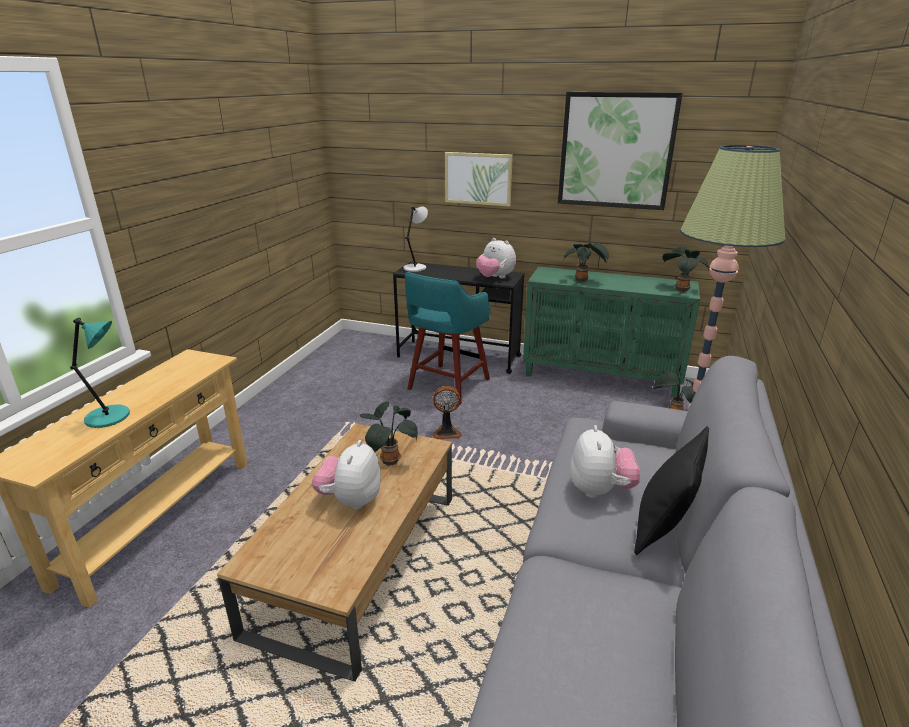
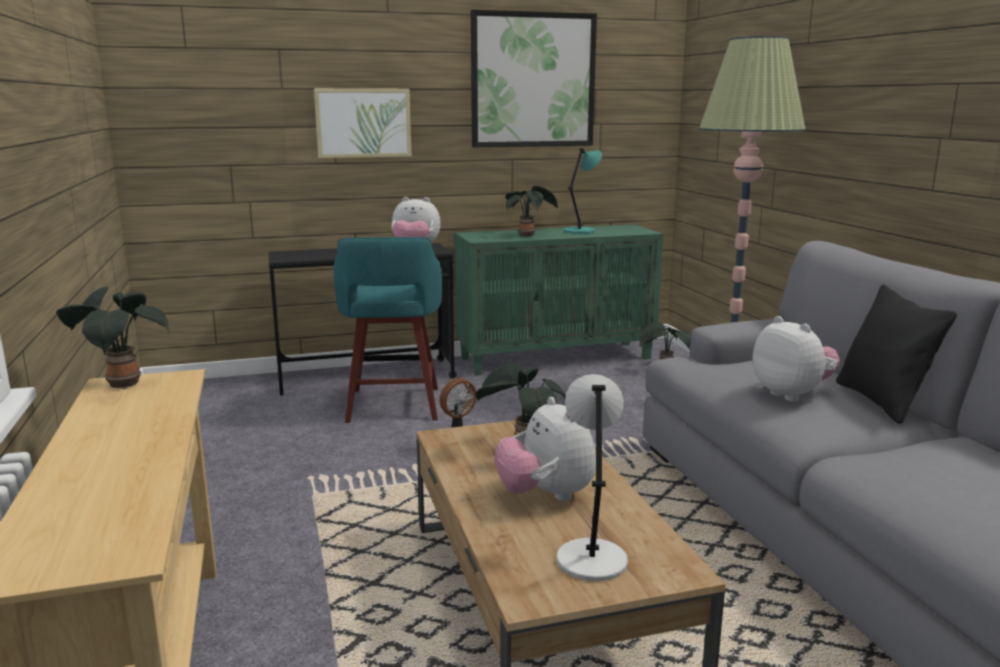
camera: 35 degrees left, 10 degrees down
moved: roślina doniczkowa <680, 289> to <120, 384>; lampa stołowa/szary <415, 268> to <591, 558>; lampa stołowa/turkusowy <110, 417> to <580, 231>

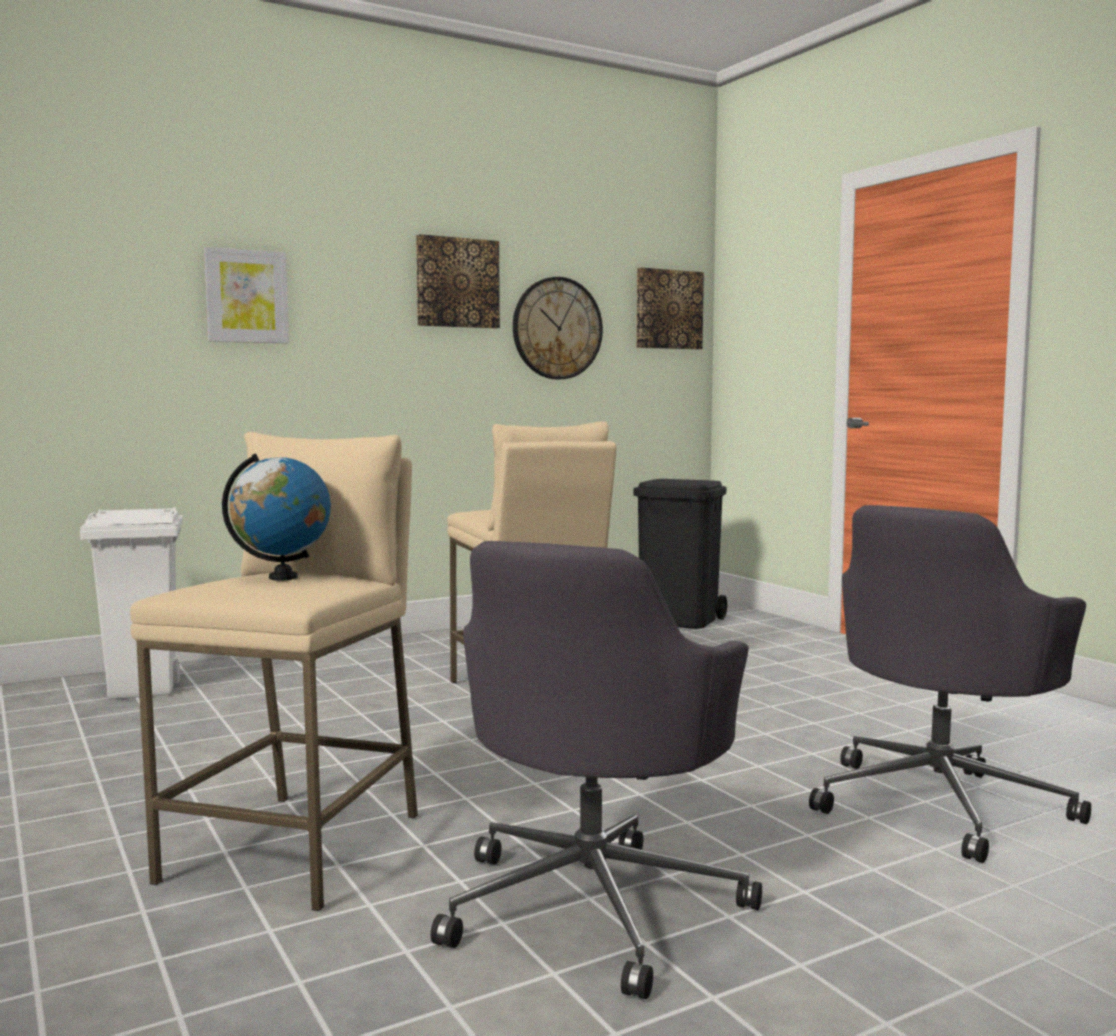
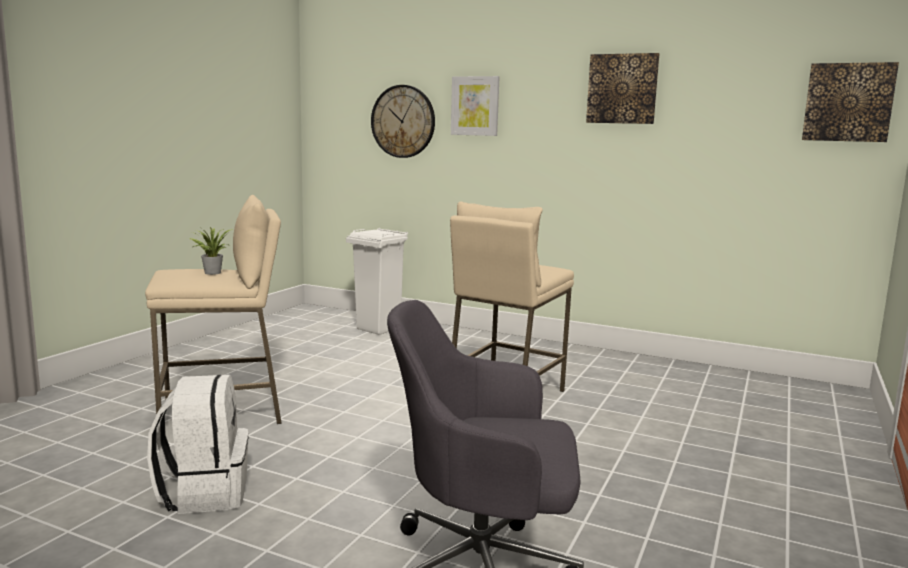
camera: 55 degrees right, 5 degrees up
removed: kosz na śmieci/czarny <679, 621>
moved: zegar ścienny <557, 328> to <403, 121>
replaced: krzesło biurowe/szary <595, 905> to plecak/biały <204, 493>; globus <282, 577> to roślina doniczkowa <211, 272>

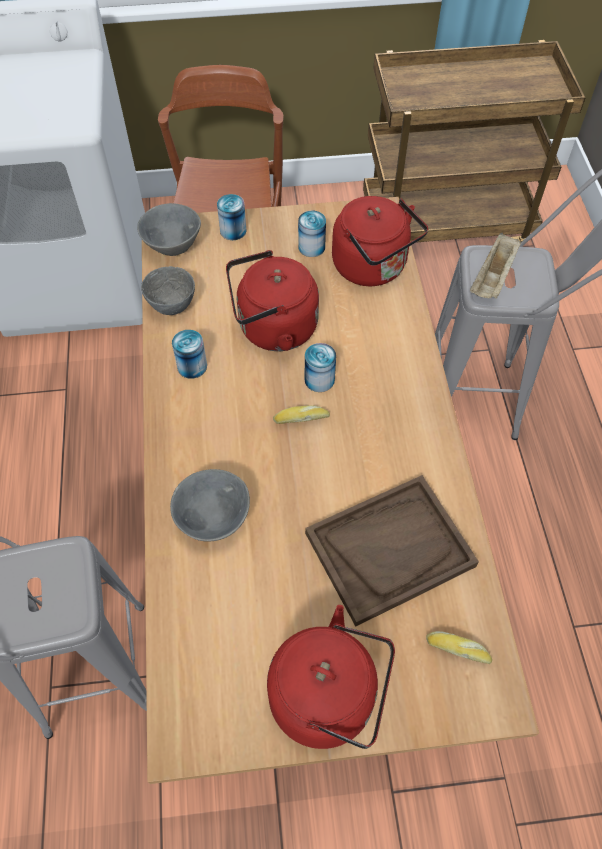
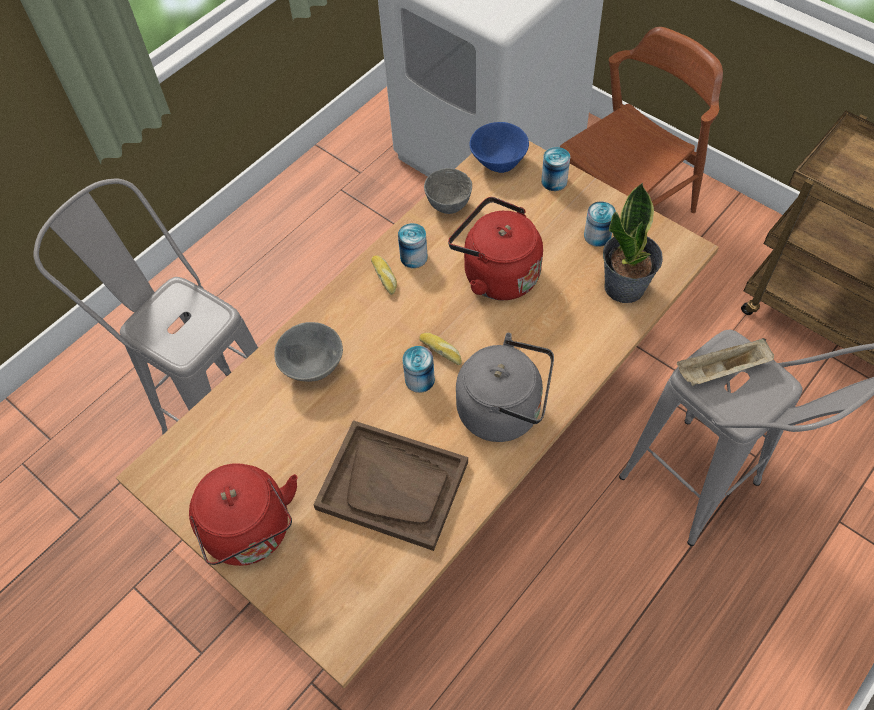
camera: 50 degrees right, 0 degrees up
added: czajnik/szary <504, 410>
moved: chleb <458, 648> to <385, 277>; puszka <319, 379> to <419, 379>
replaced: czajnik/czerwony <373, 268> to roślina doniczkowa <625, 287>
recoloured: miska/szary <172, 244> to miska/niebieski <499, 161>

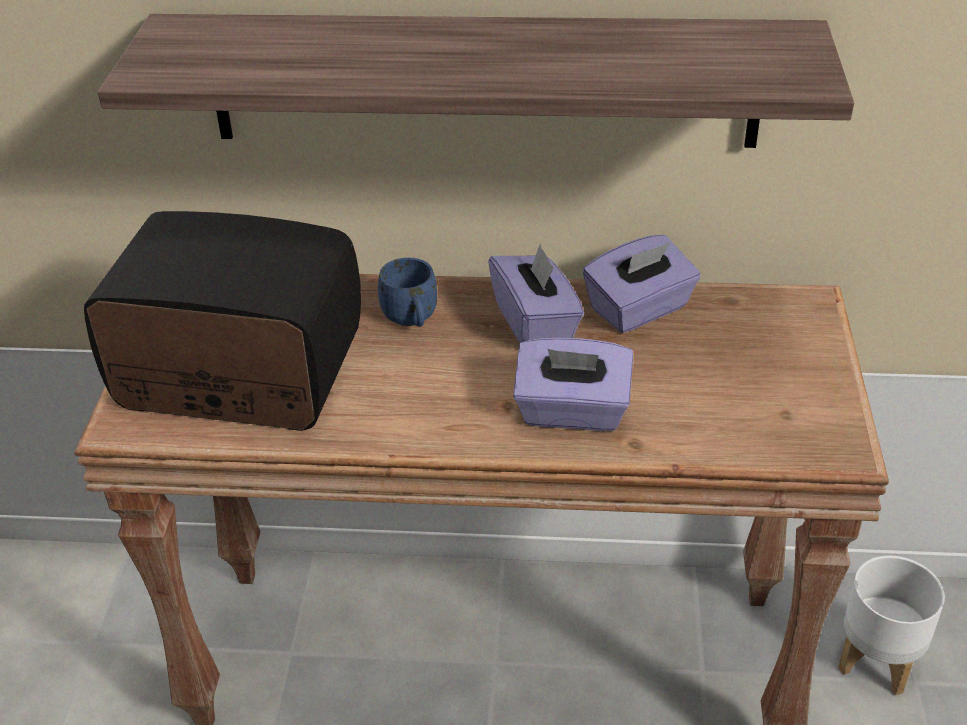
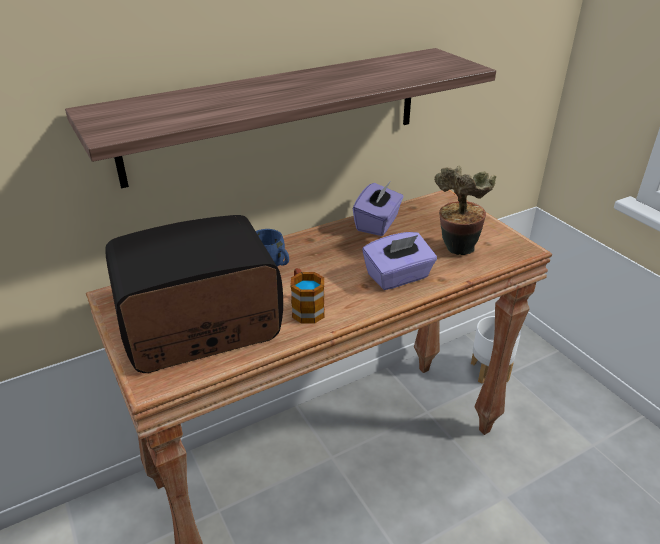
camera: 35 degrees left, 5 degrees down
removed: pudełko chusteczek/fioletowy <535, 323>
added: kubek <305, 308>; roślina doniczkowa <456, 250>

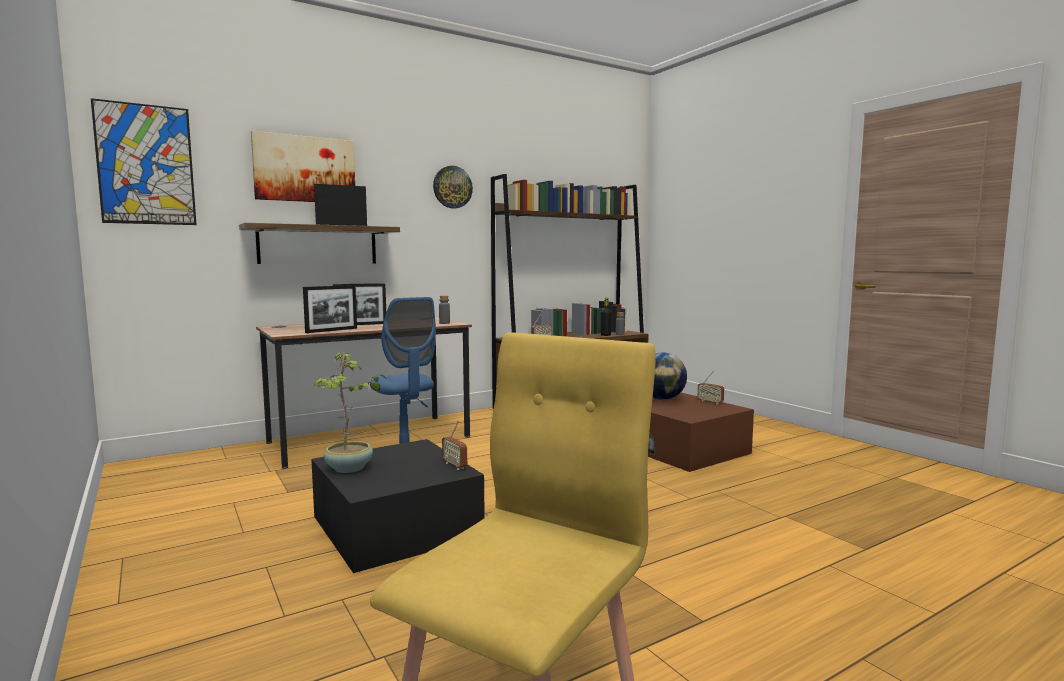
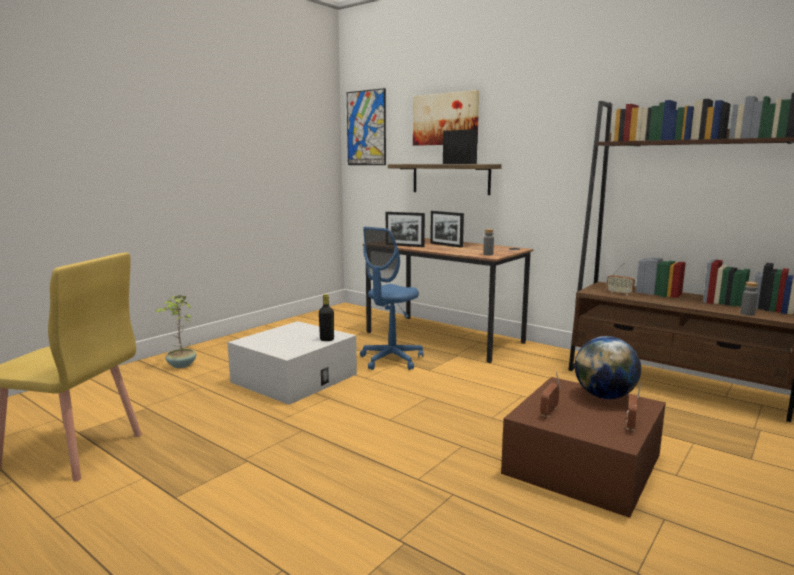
camera: 70 degrees right, 5 degrees up
removed: zegar ścienny <452, 187>
moved: roślina doniczkowa <349, 468> to <181, 365>; butelka/czarny <605, 335> to <327, 339>; radio <455, 465> to <549, 412>
recoloured: pojemnik do przechowywania/czarny <396, 526> to pojemnik do przechowywania/biały <294, 378>

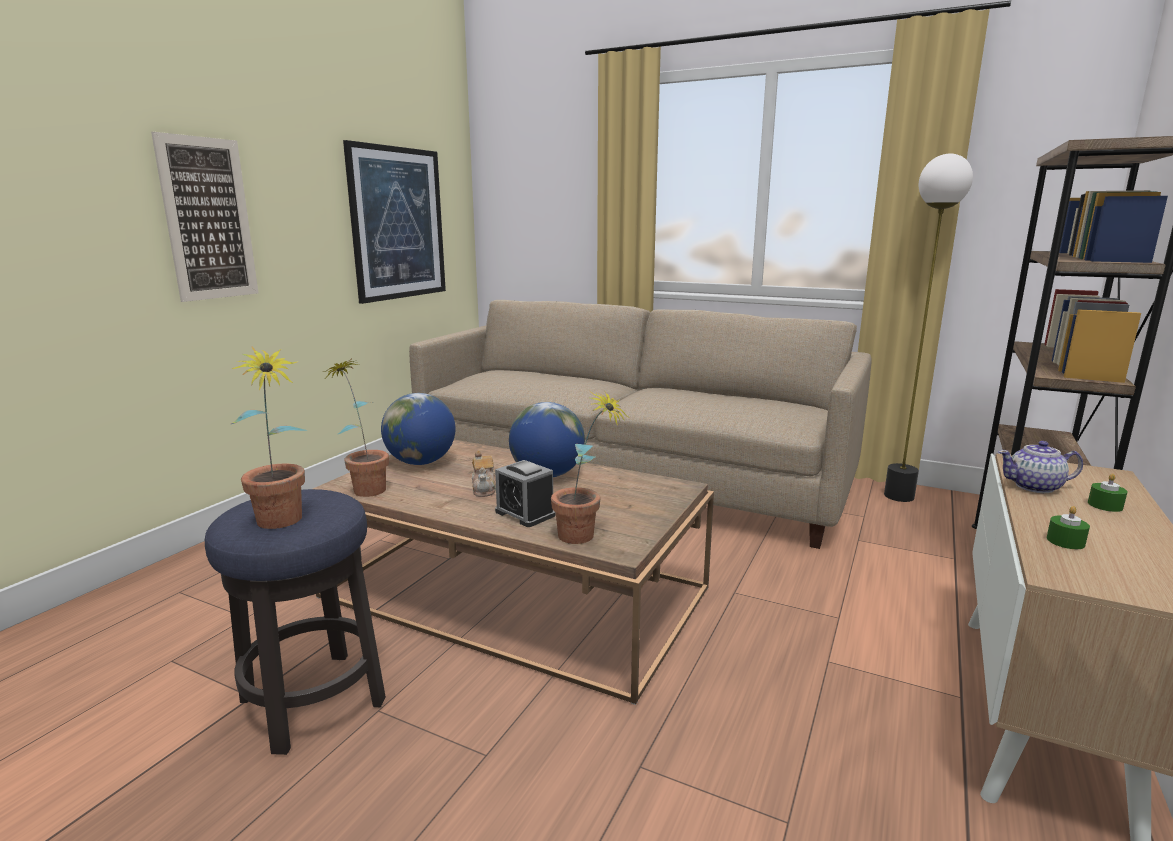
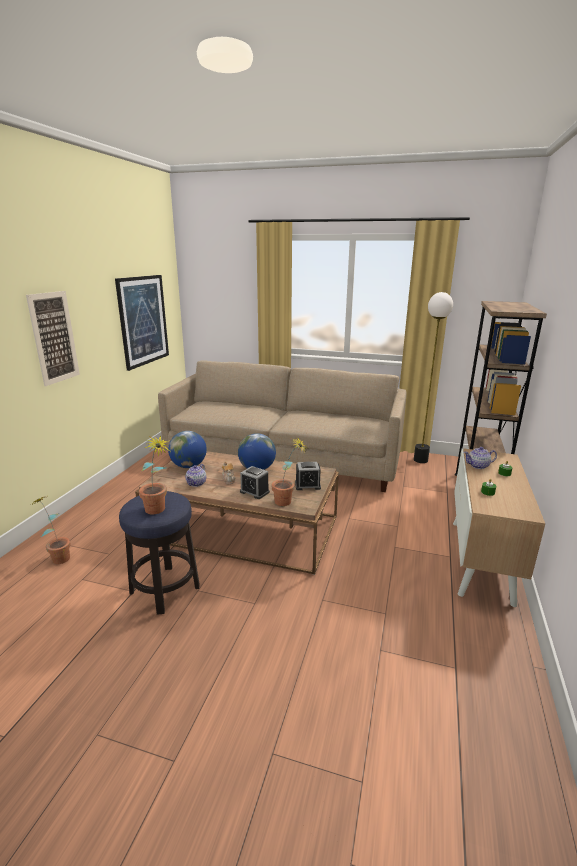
camera: 10 degrees left, 5 degrees up
added: imbryk <196, 483>; budzik <307, 485>
moved: roślina doniczkowa <365, 487> to <58, 557>

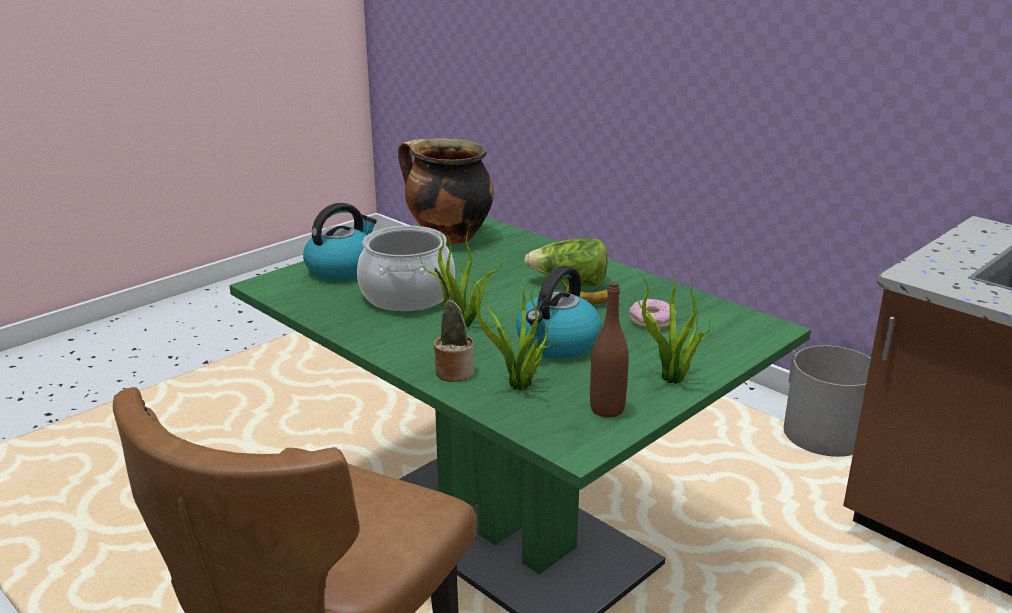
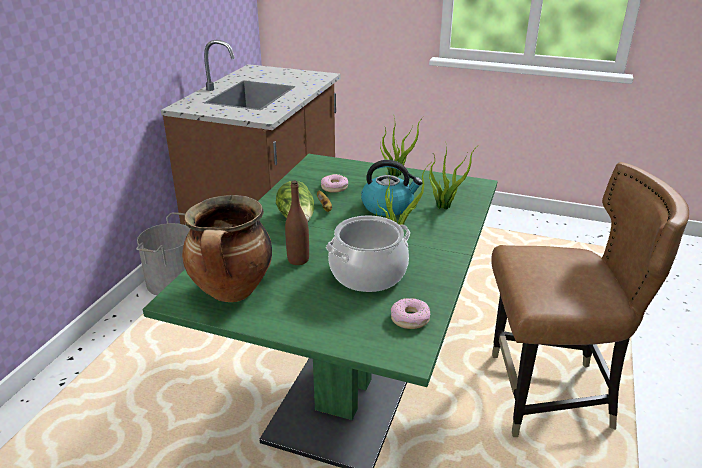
camera: 115 degrees left, 5 degrees up
removed: czajnik <342, 269>; roślina doniczkowa <452, 371>
added: donut <410, 318>
moved: butelka/brązowy <607, 409> to <298, 260>

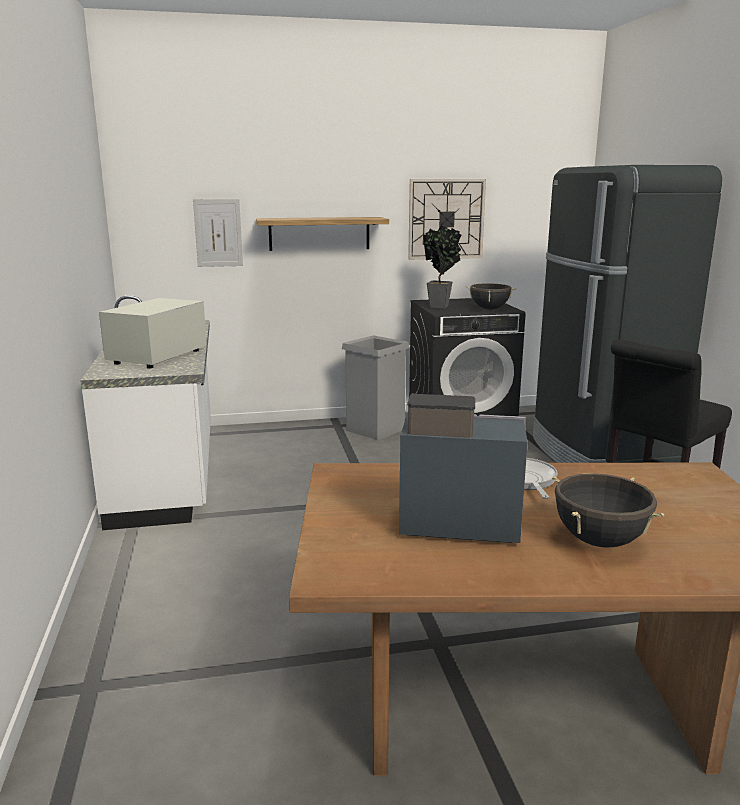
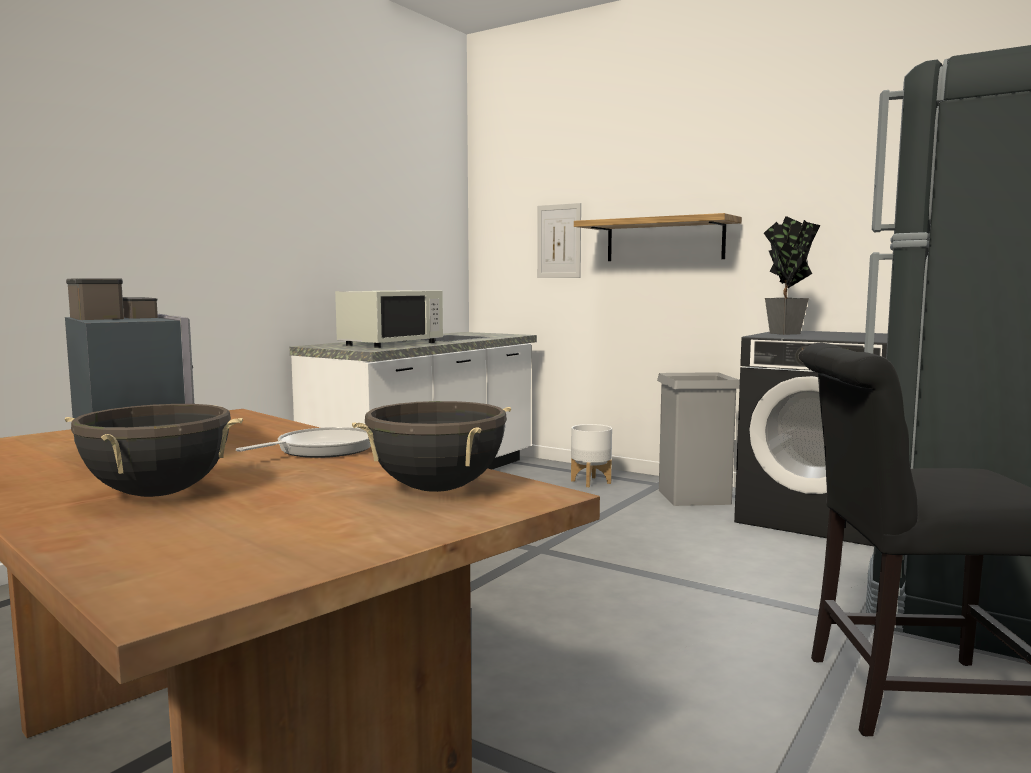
camera: 45 degrees right, 10 degrees down
removed: zegar ścienny <446, 219>
added: donica/biały <591, 482>
moved: garnek/czarny <489, 309> to <437, 489>
turned: mikrofalówka/biały <158, 357> = <391, 344> 150 degrees clockwise

